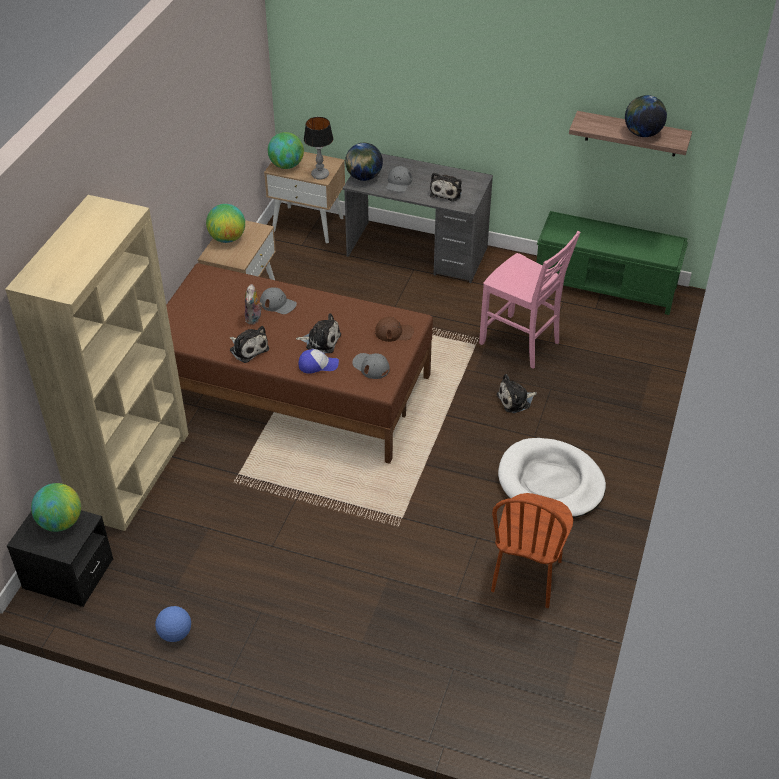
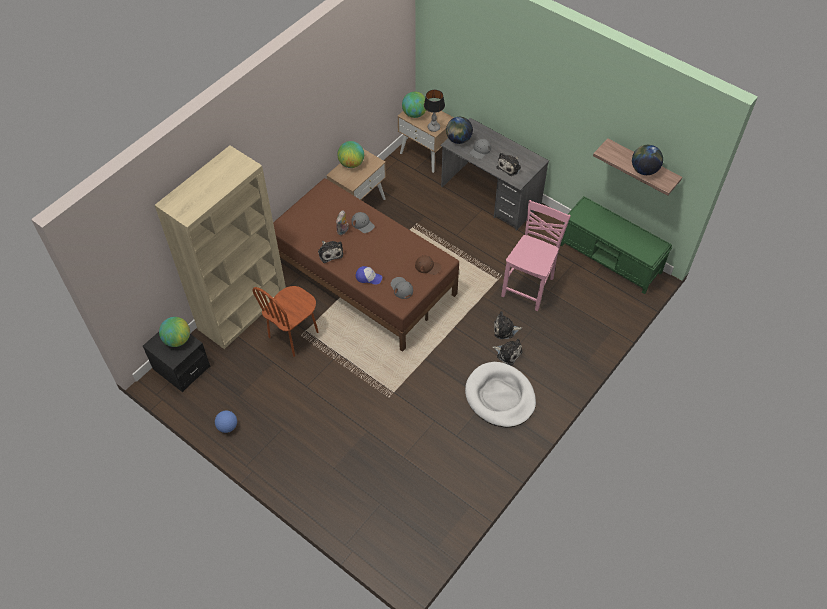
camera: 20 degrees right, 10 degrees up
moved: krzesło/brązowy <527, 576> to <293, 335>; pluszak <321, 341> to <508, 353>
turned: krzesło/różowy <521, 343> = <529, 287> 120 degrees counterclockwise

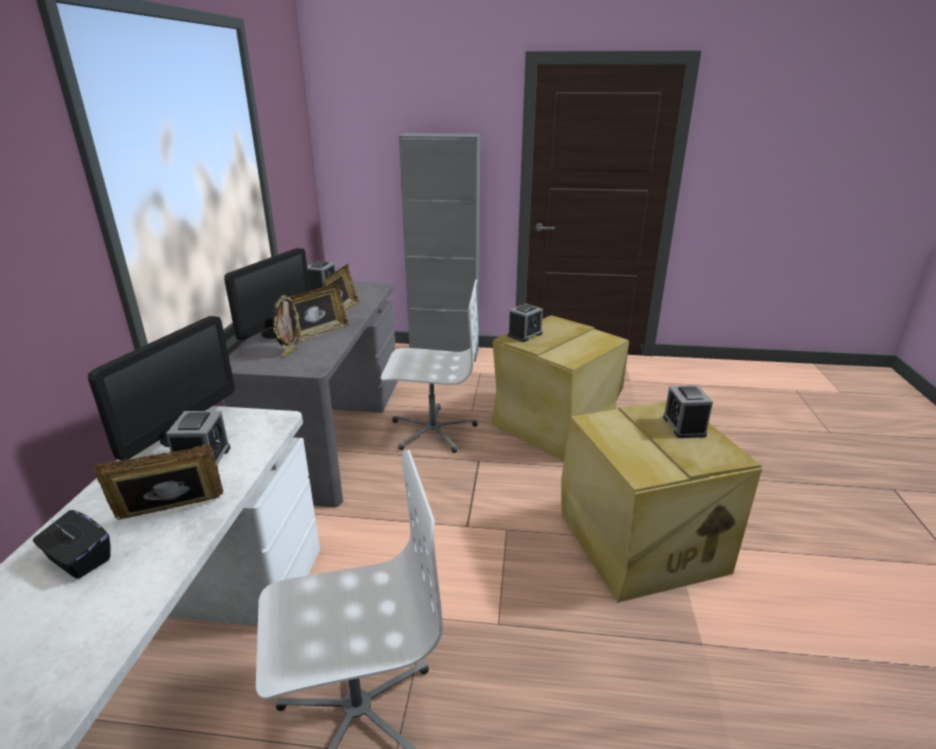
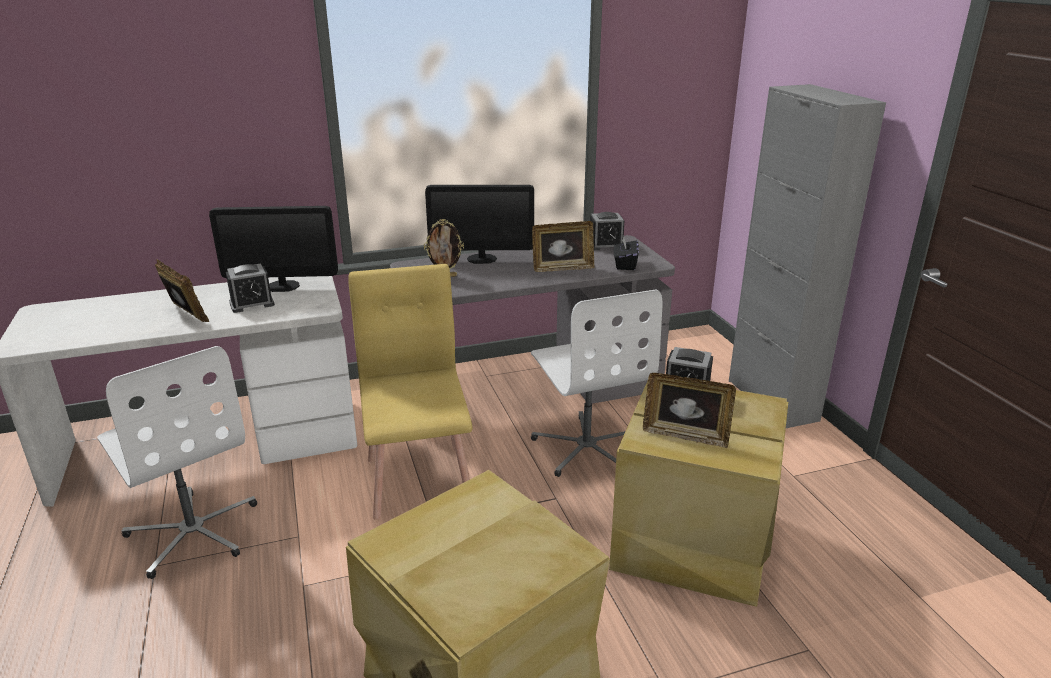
camera: 65 degrees right, 0 degrees up
removed: budzik <684, 426>
added: krzesło/żółty <420, 479>
moved: pudełko chusteczek/czarny <79, 560> to <625, 264>; ramka na zdjęcie <320, 333> to <685, 435>

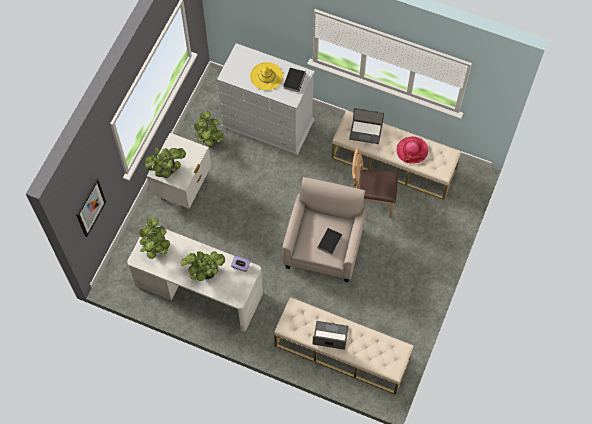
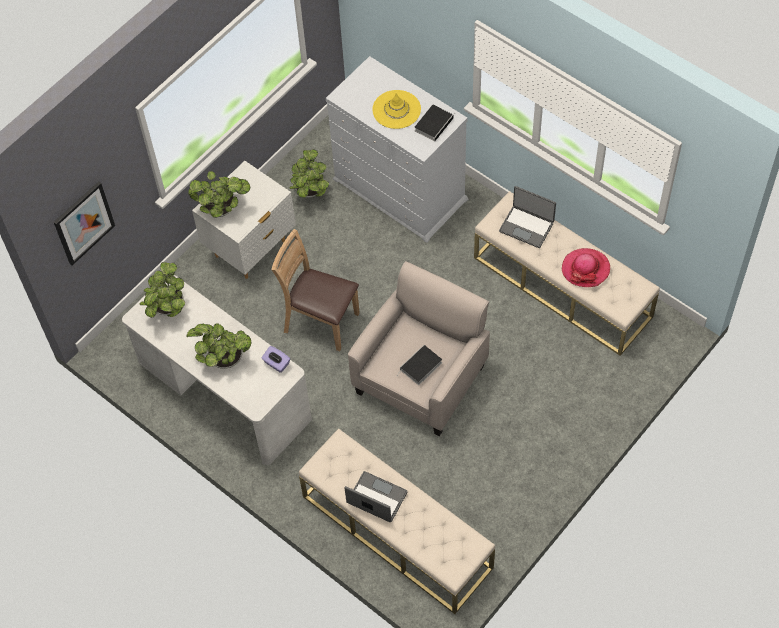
camera: 20 degrees right, 5 degrees down
moved: krzesło/brązowy <371, 201> to <320, 321>

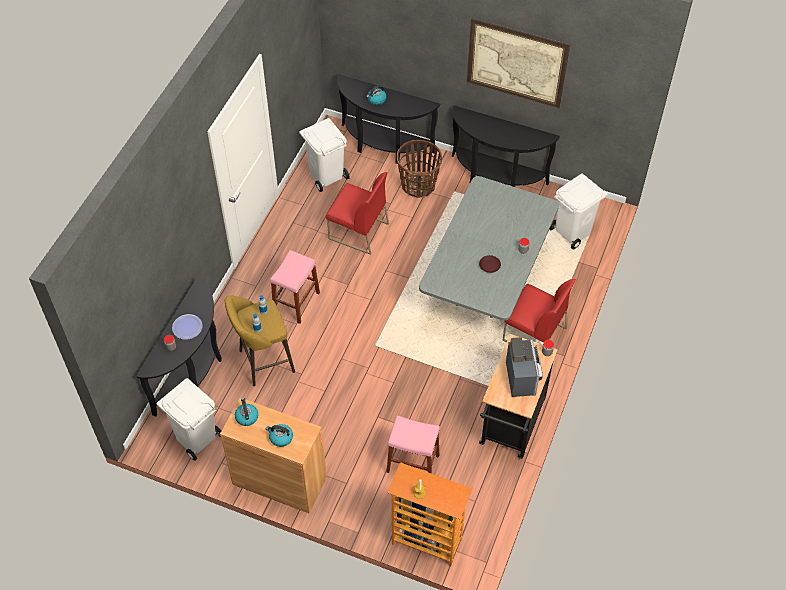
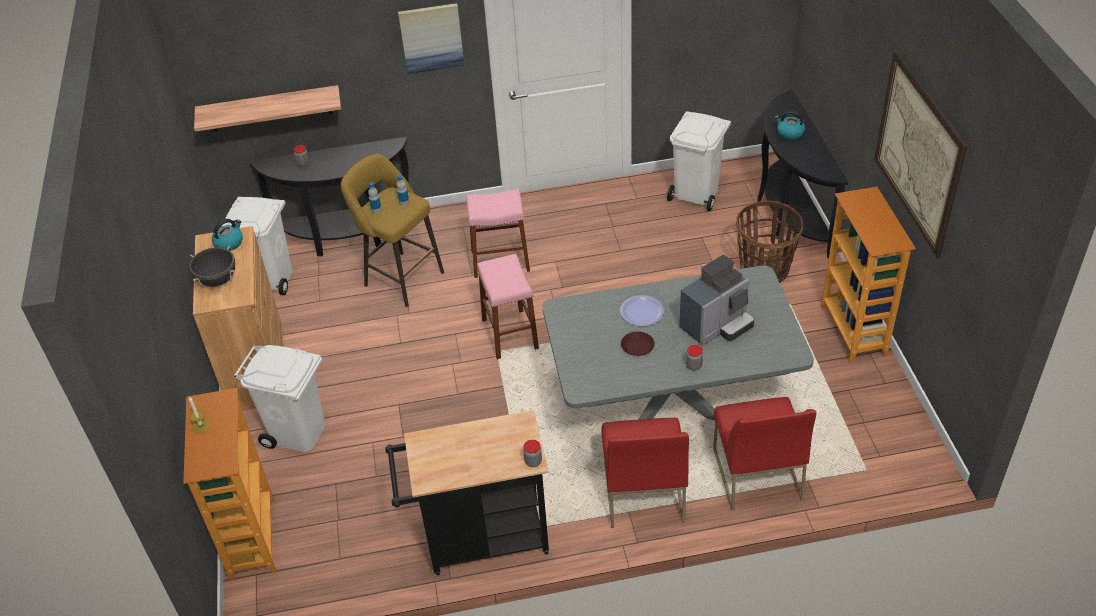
camera: 60 degrees right, 10 degrees down
added: półka <270, 108>; obraz <431, 37>
moved: kosz na śmieci/biały <573, 232> to <297, 433>; stołek/różowy <413, 463> to <510, 334>; talerz <187, 327> to <642, 312>; ekspres do kawy <523, 377> to <717, 325>; krzesło/czerwony <358, 231> to <756, 473>
replaced: czajnik <280, 438> to garnek/czarny <217, 280>; stolik konsolowy/czarny <496, 178> to regał <854, 331>

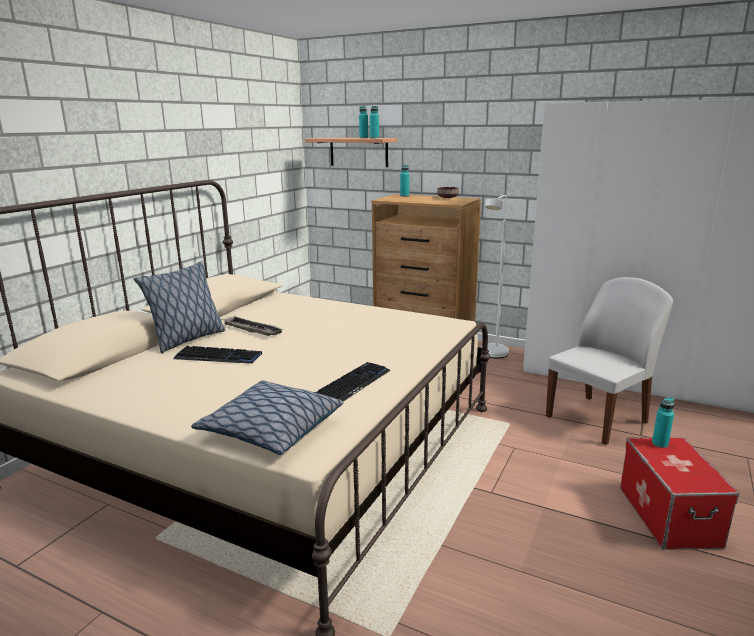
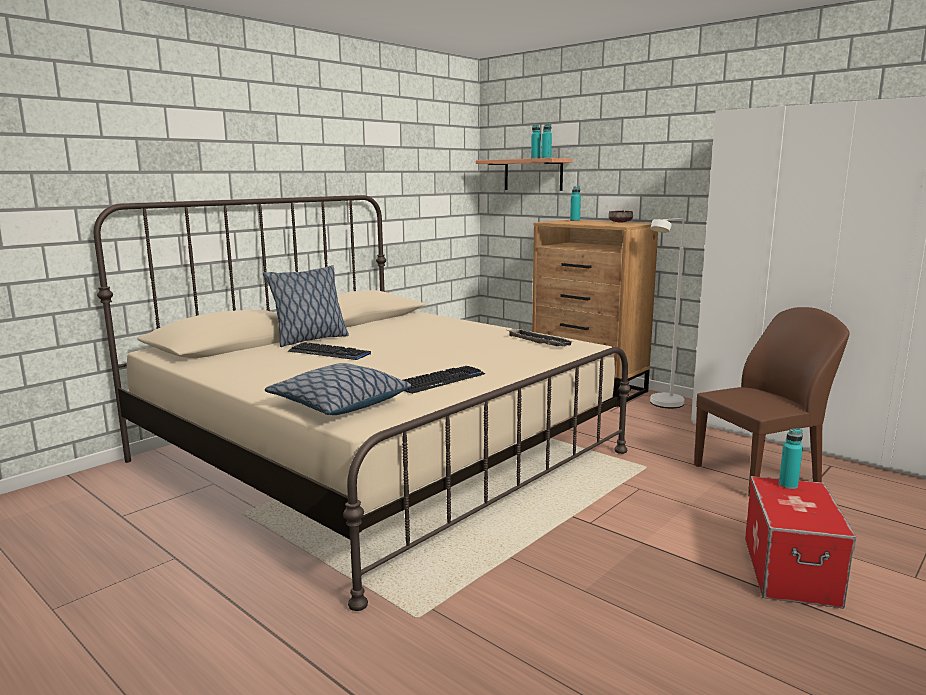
camera: 15 degrees right, 5 degrees down
moved: taca <252, 330> to <538, 342>
recoloured: krzesło/biały <598, 418> to krzesło/brązowy <758, 474>

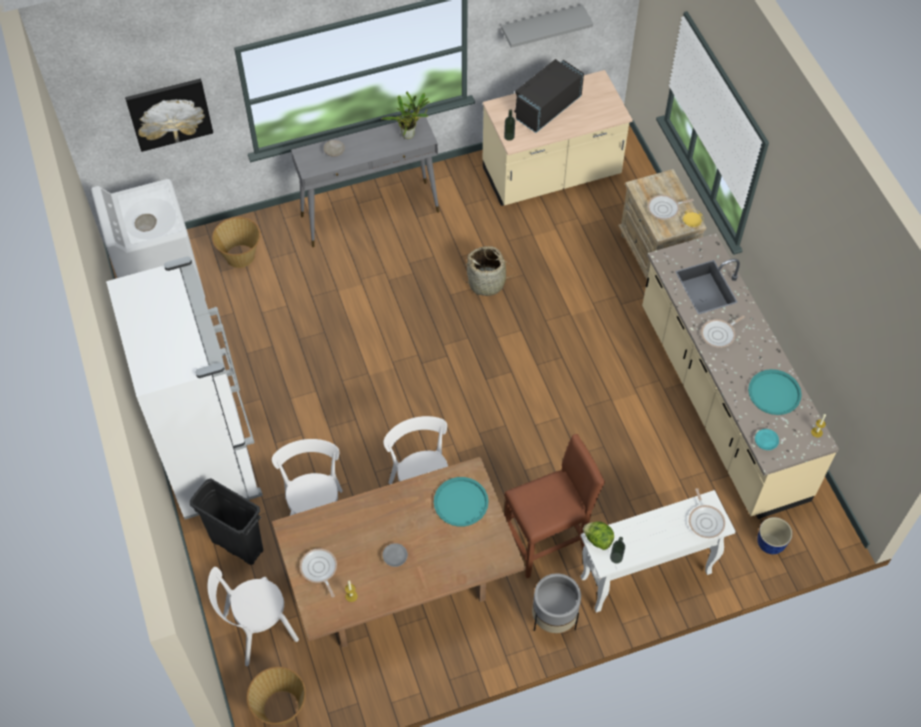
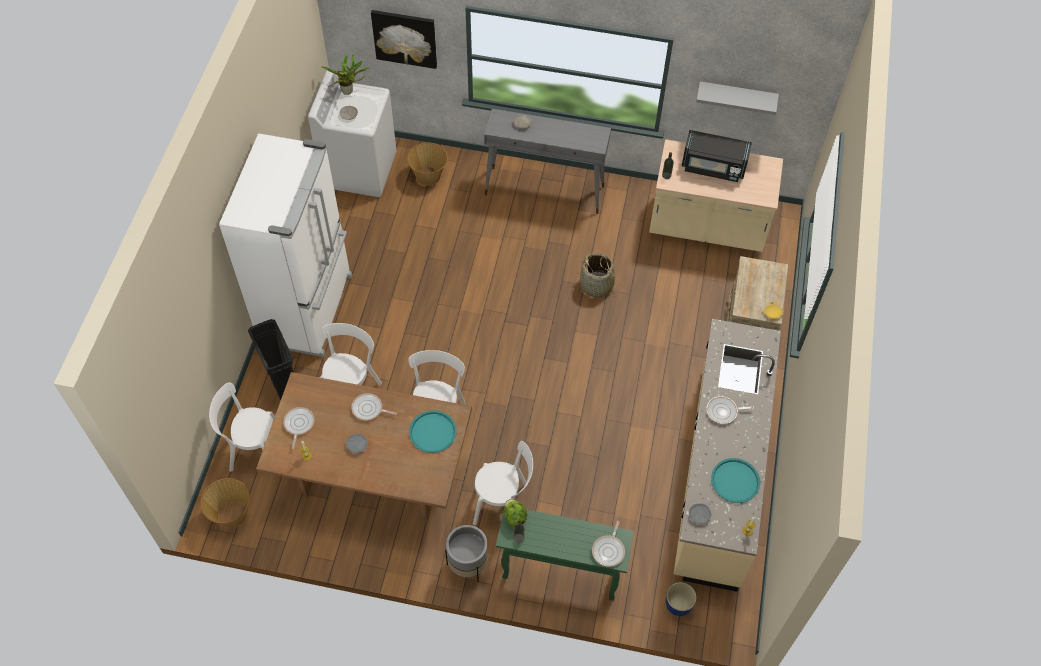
camera: 30 degrees right, 0 degrees up
moved: roślina doniczkowa <410, 134> to <349, 91>; patelnia <665, 209> to <369, 409>
replaced: stołek/brązowy <547, 541> to krzesło/biały <504, 504>
recoloured: stolik konsolowy/biały <645, 576> to stolik konsolowy/zielony <560, 573>; talerz/turkusowy <765, 442> to talerz/szary <699, 515>
turned: mikrofalówka/czarny <547, 108> = <713, 167> 150 degrees counterclockwise

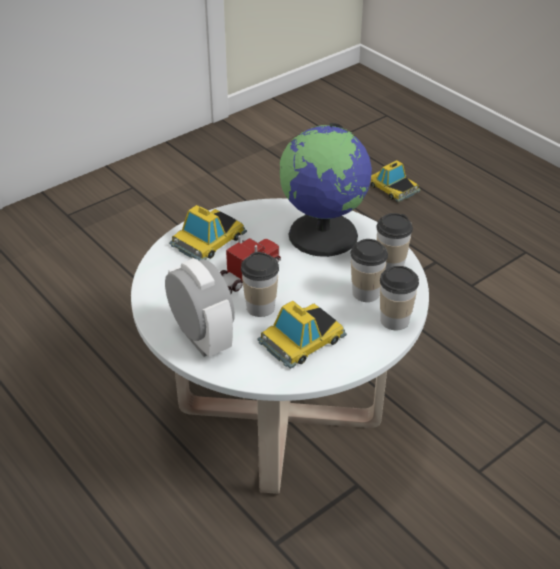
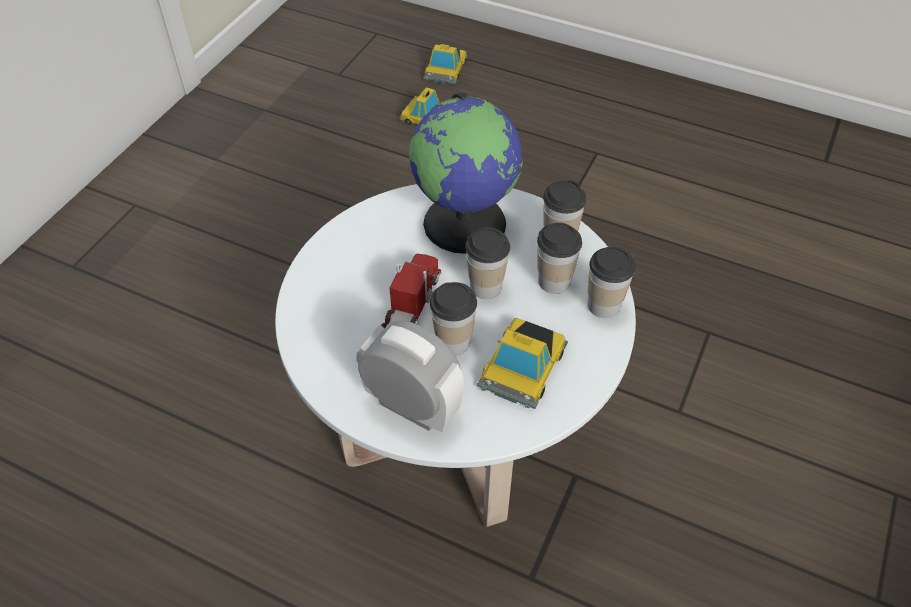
camera: 25 degrees left, 10 degrees up
added: filiżanka <486, 286>
moved: samochodzik <208, 239> to <445, 68>

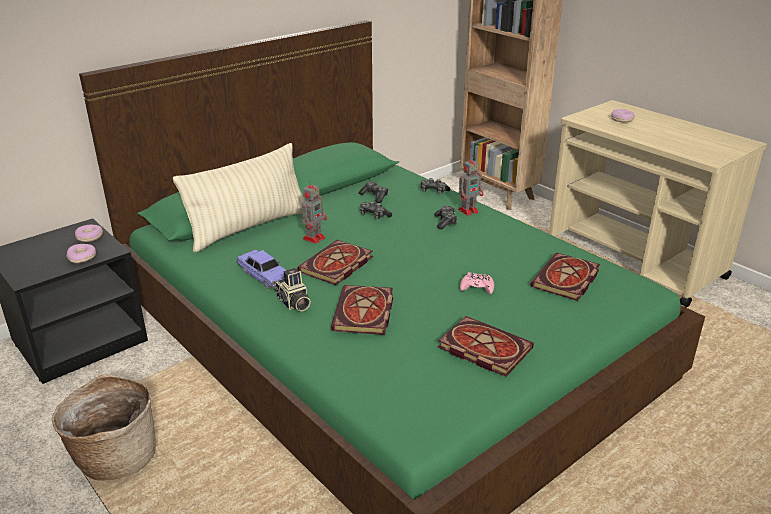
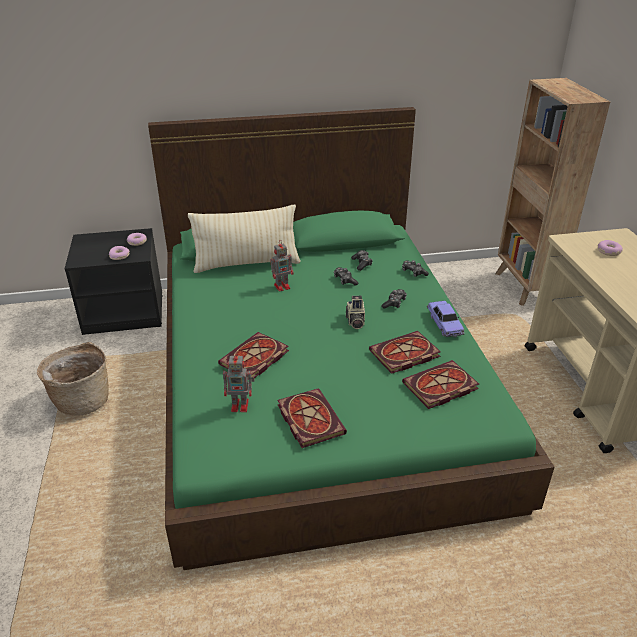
camera: 30 degrees right, 5 degrees up
removed: pad do gier/różowy <477, 287>
moved: robot zabawkowy <469, 210> to <241, 405>; aparat fotograficzny <293, 303> to <355, 321>; książka <336, 266> to <403, 355>; samochodzik <264, 276> to <444, 324>

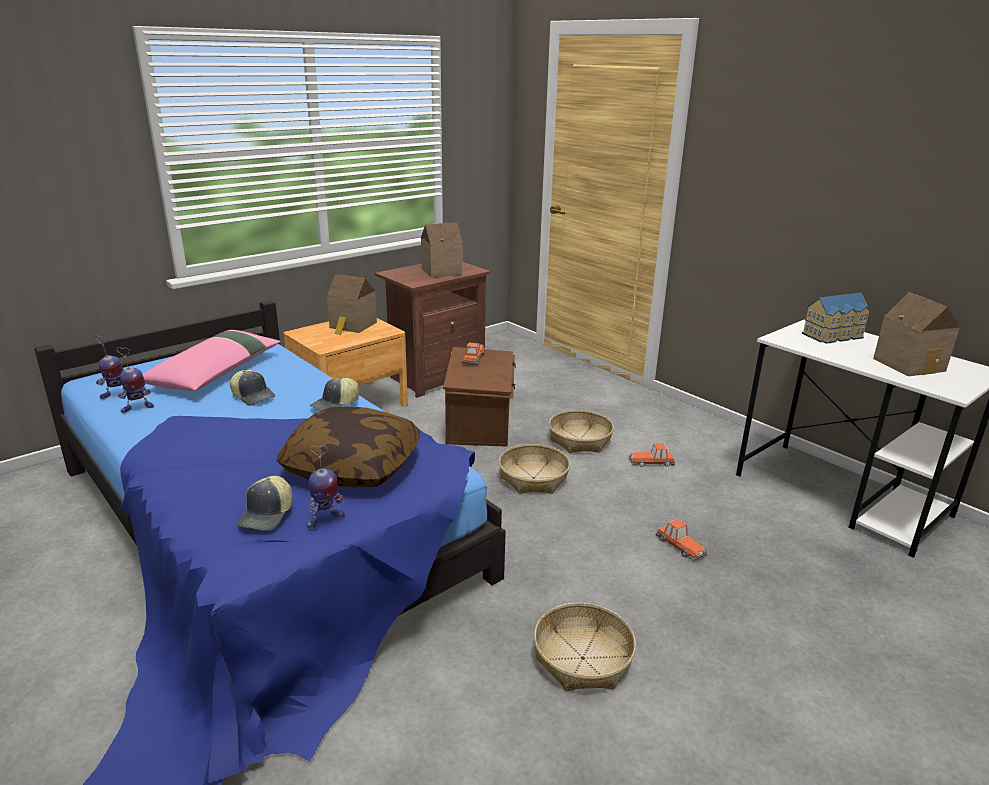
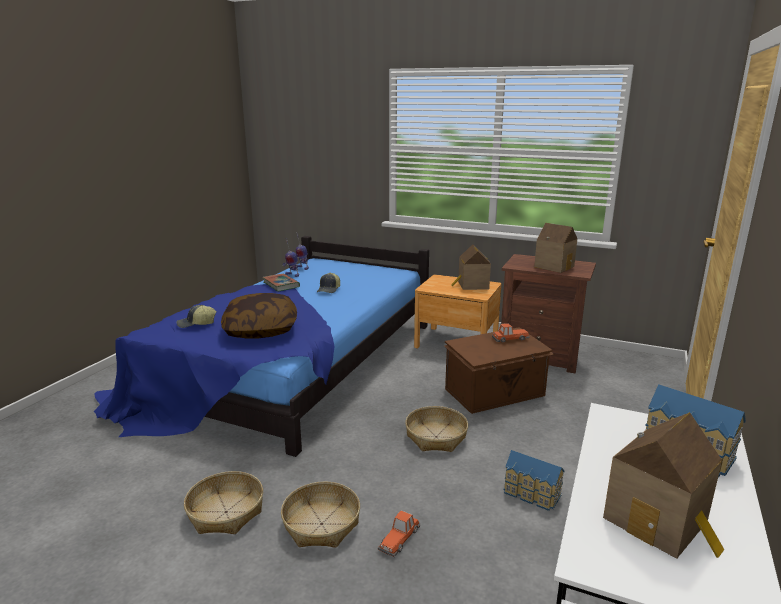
camera: 65 degrees right, 5 degrees down
removed: poduszka/różowy <216, 372>; robot zabawkowy <325, 520>; czapka z daszkiem <336, 405>
added: książka <281, 285>
moved: koszyk <580, 440> to <322, 524>
replaced: samochodzik <651, 462> to domek <531, 494>

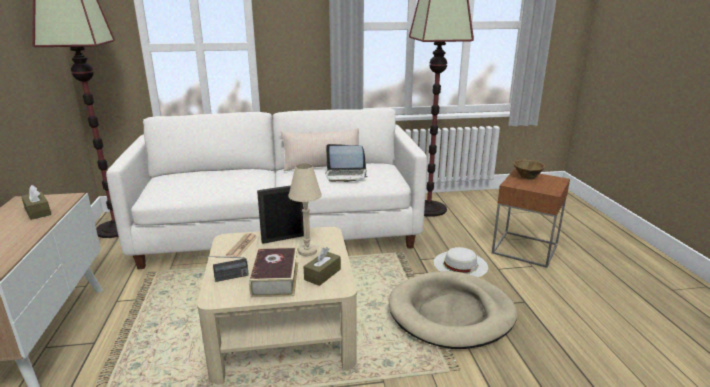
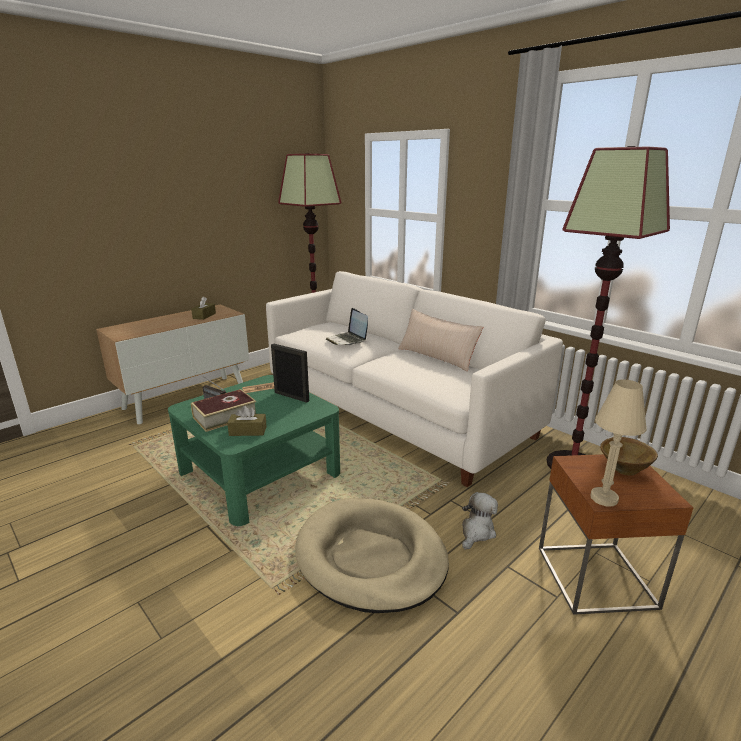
camera: 55 degrees right, 0 degrees up
moved: laptop <346, 175> to <347, 340>; lampa stołowa/beżowy <307, 251> to <603, 498>
replaced: kapelusz/biały <460, 264> to pluszak <477, 532>
recoloured: ława/beżowy <284, 329> to ława/zielony <260, 473>

